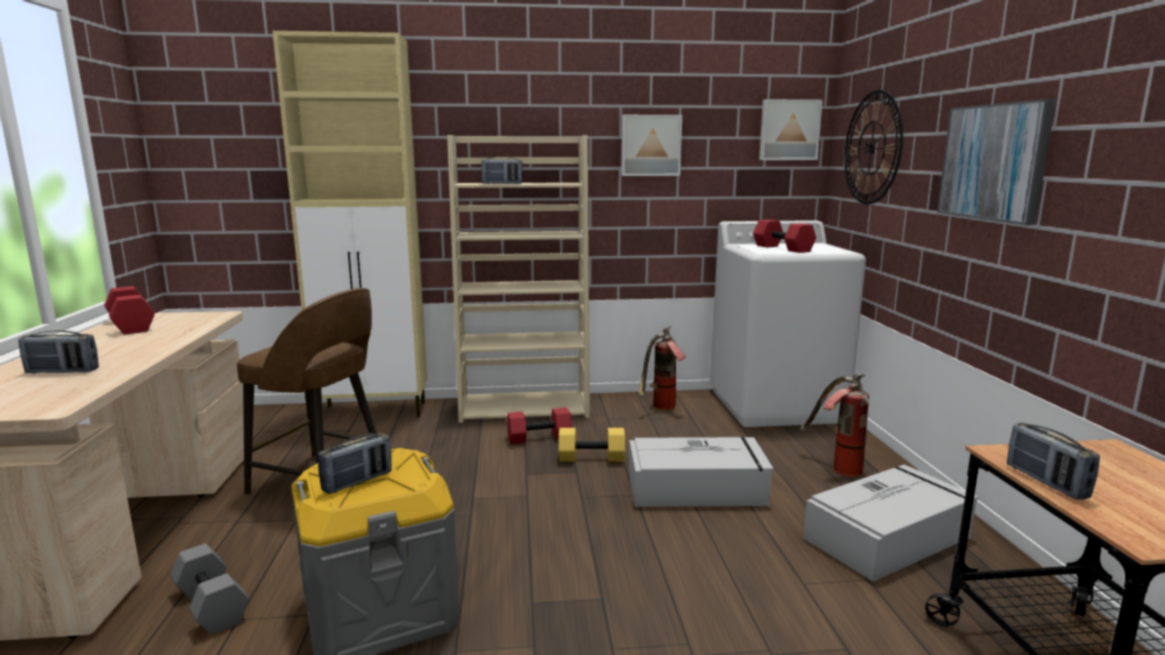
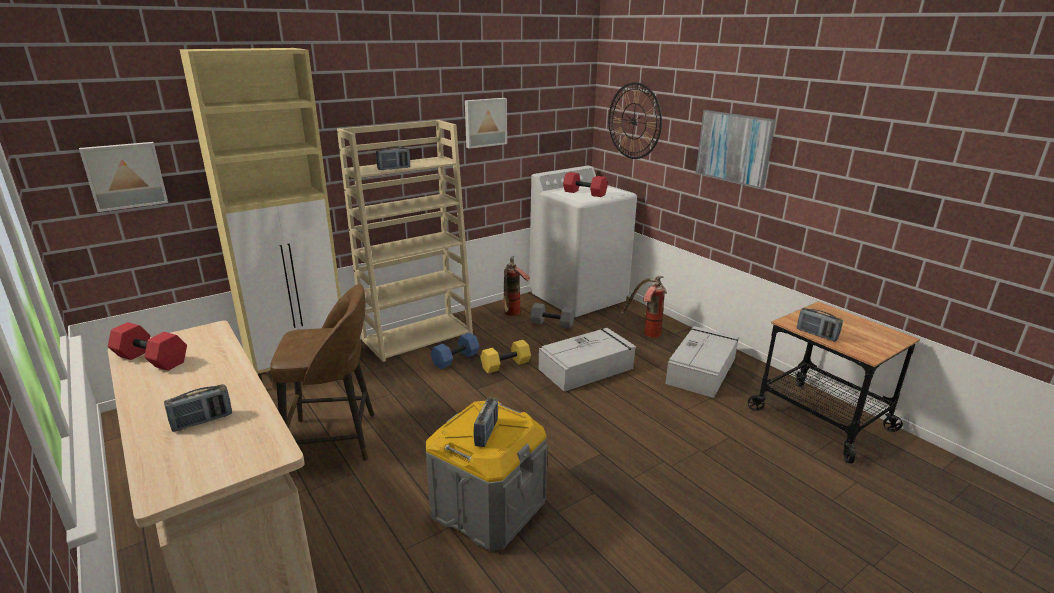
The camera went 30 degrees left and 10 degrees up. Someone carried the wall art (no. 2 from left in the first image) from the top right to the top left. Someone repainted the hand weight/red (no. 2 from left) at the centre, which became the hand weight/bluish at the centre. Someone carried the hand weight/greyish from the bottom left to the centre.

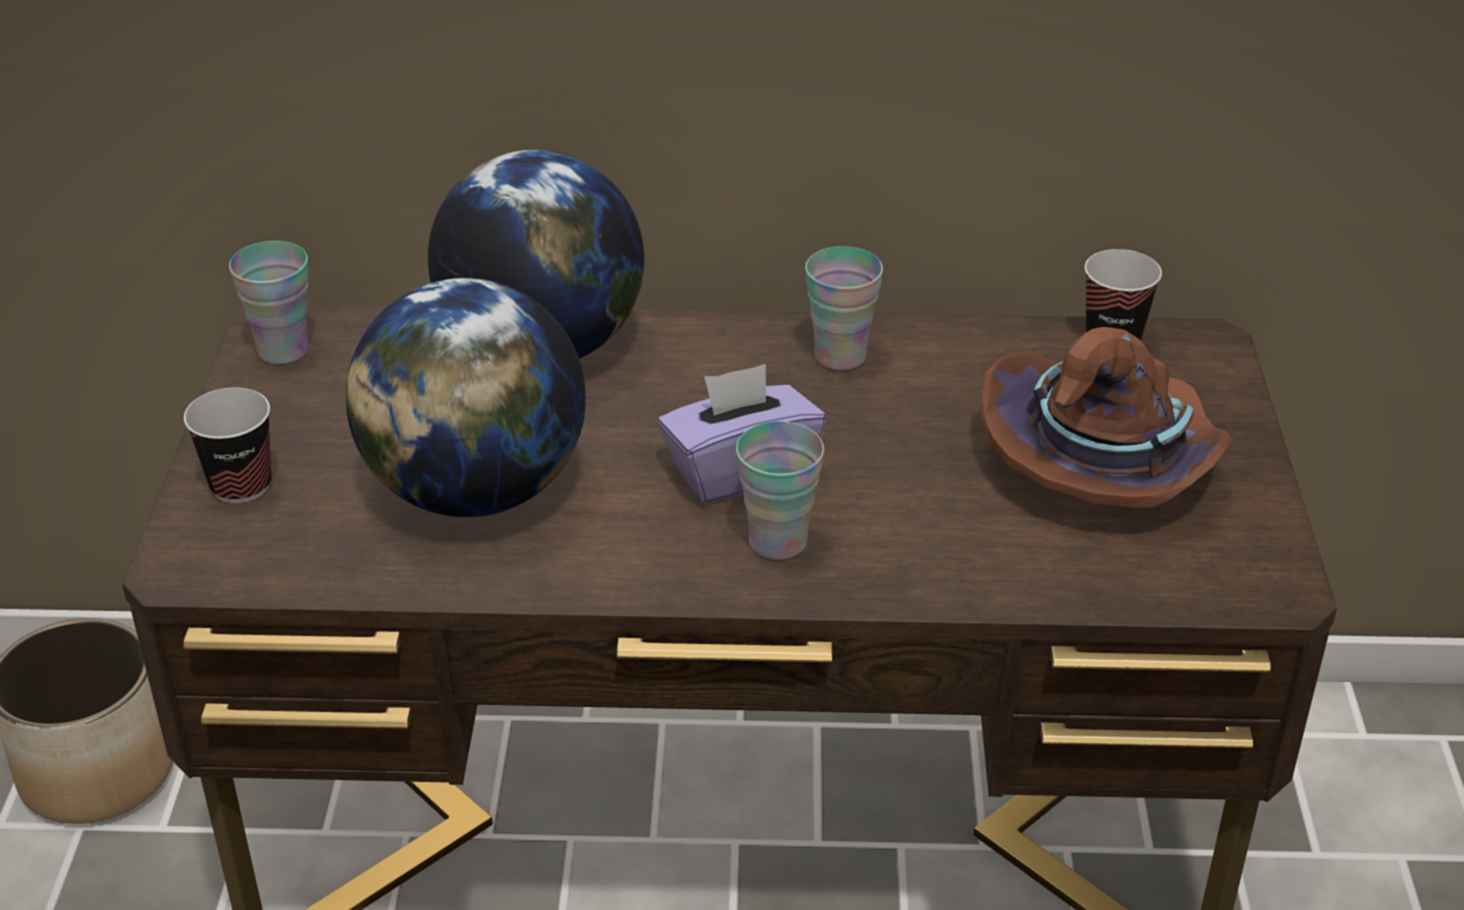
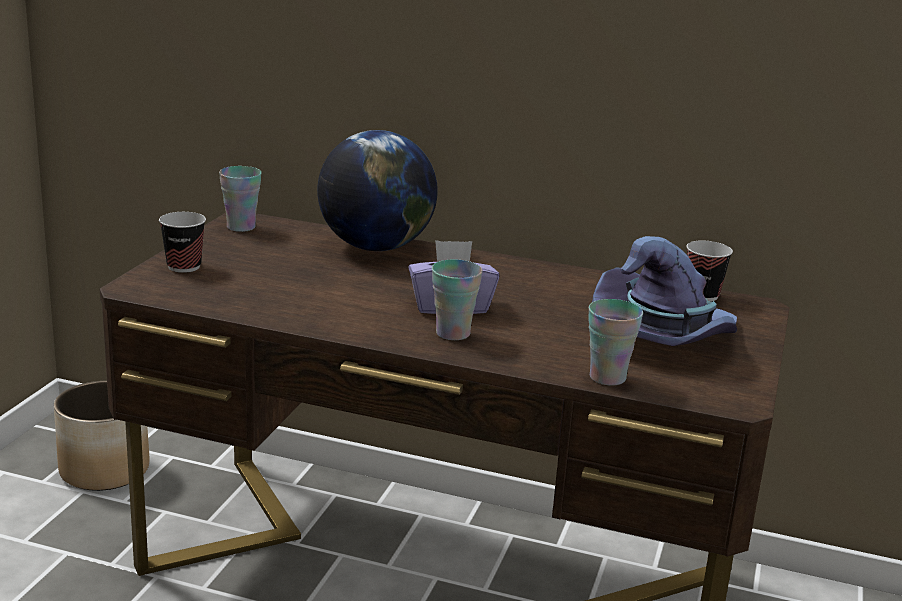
The camera went 15 degrees right and 15 degrees down. Someone carried the small cup (no. 4 from left) from the centre to the middle right. Someone took away the desk globe (no. 1 from left) at the middle left. Someone repainted the clothing hat/brownish at the middle right, which became the clothing hat/purple at the middle right.

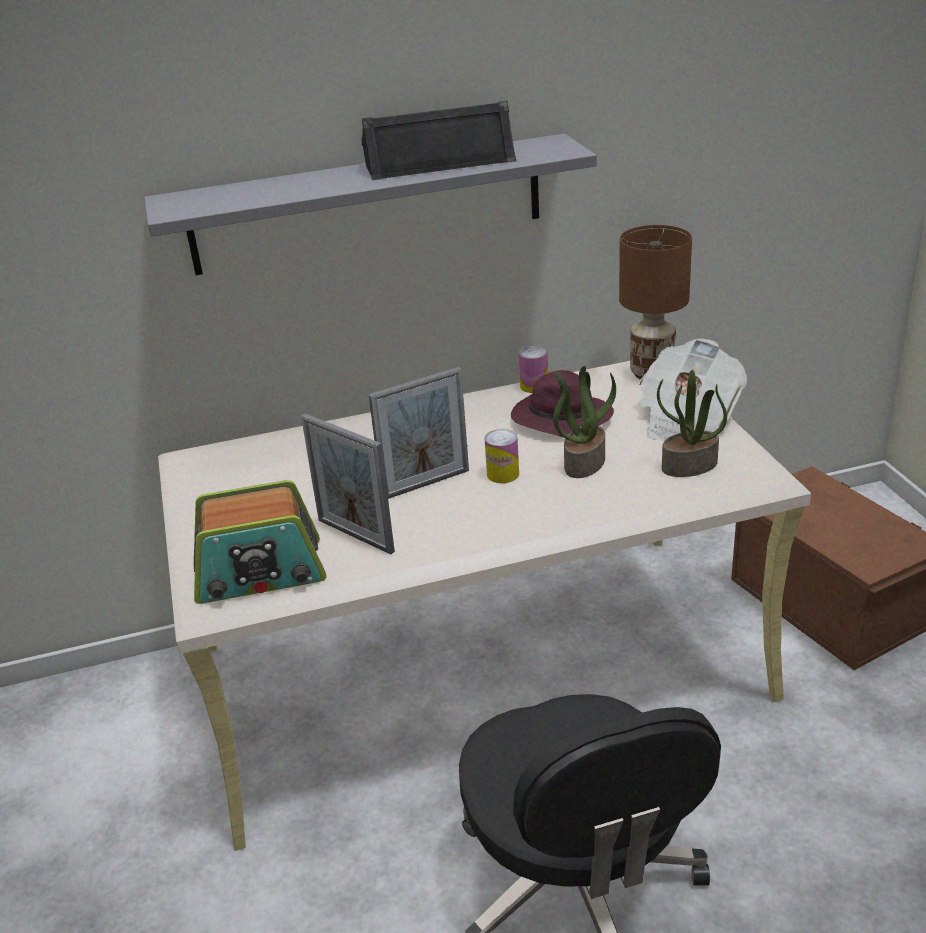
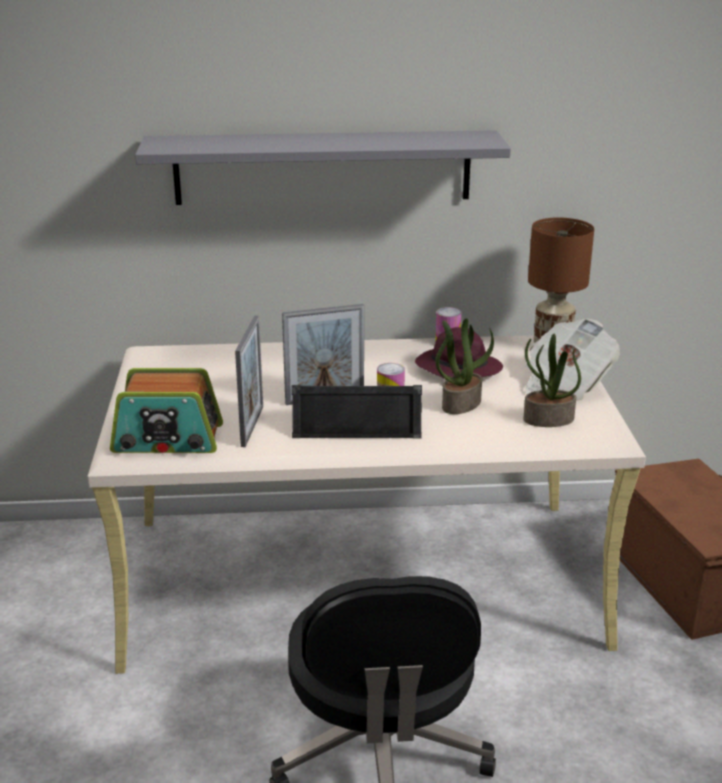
The camera went 10 degrees right and 5 degrees down. Someone carried the audio speaker/blackish from the top centre to the centre. Someone rotated the standing frame (no. 1 from left) at the centre by 135 degrees counterclockwise.

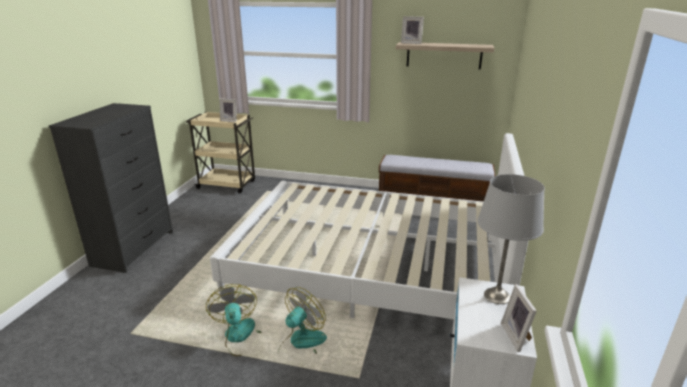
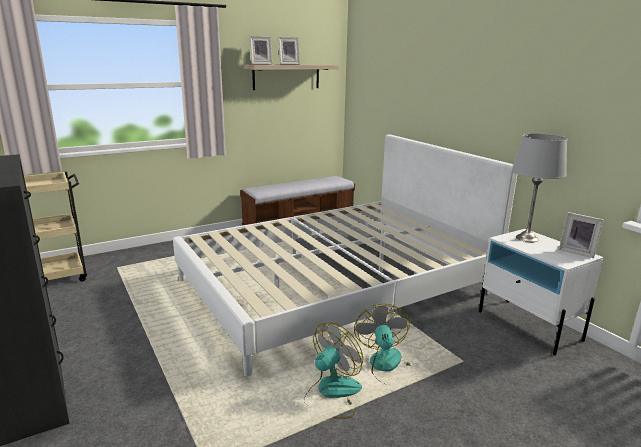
The camera went 45 degrees left and 5 degrees down. Someone carried the standing frame (no. 1 from left in the first image) from the top left to the top centre. Someone rotated the electric fan (no. 1 from left) at the bottom centre by 105 degrees clockwise.

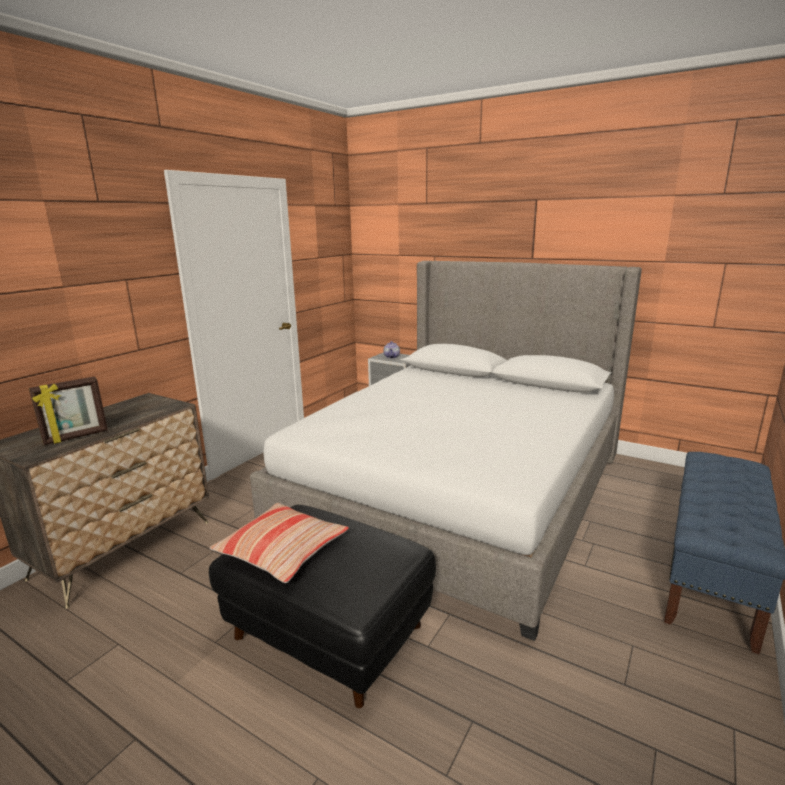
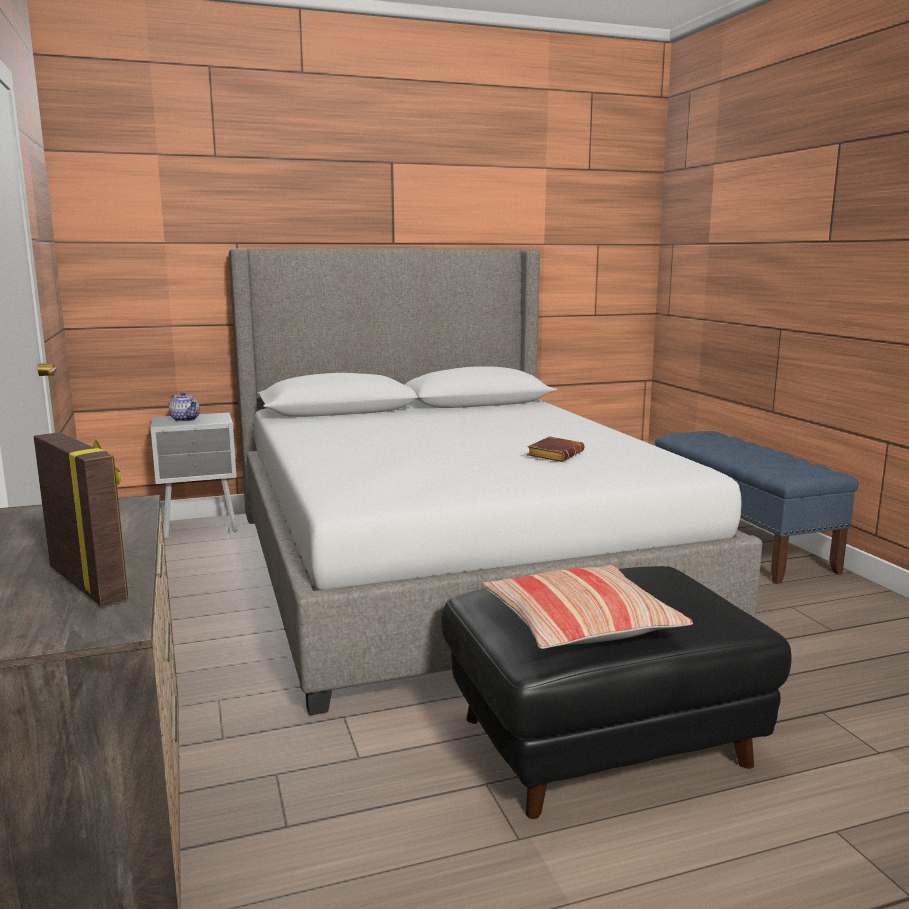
The camera went 50 degrees left and 5 degrees down. Someone rotated the standing frame at the middle left by 45 degrees counterclockwise. Someone put down the book/brownish at the centre.

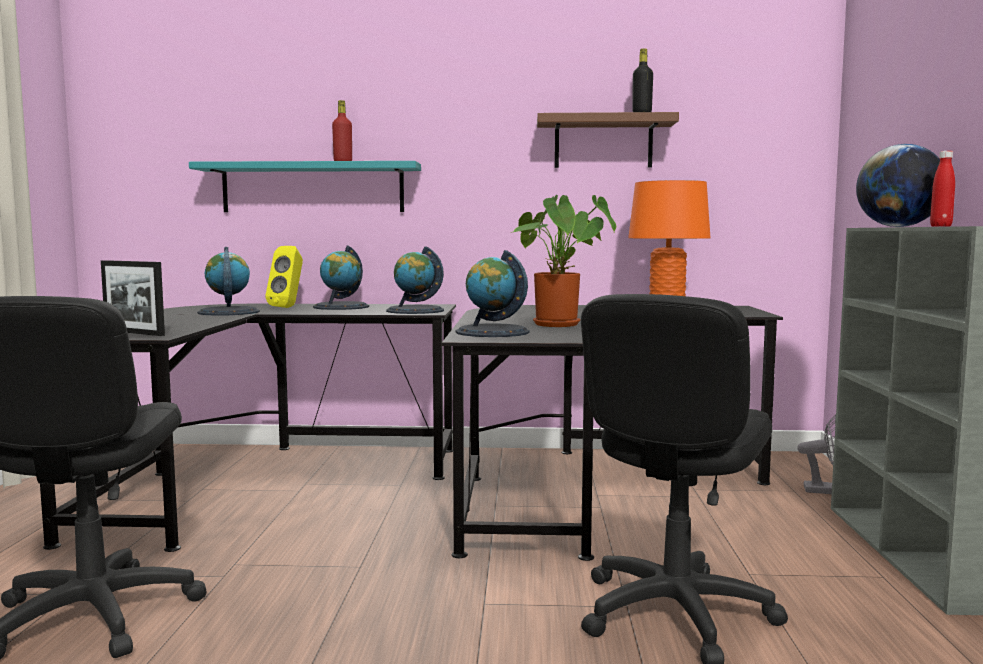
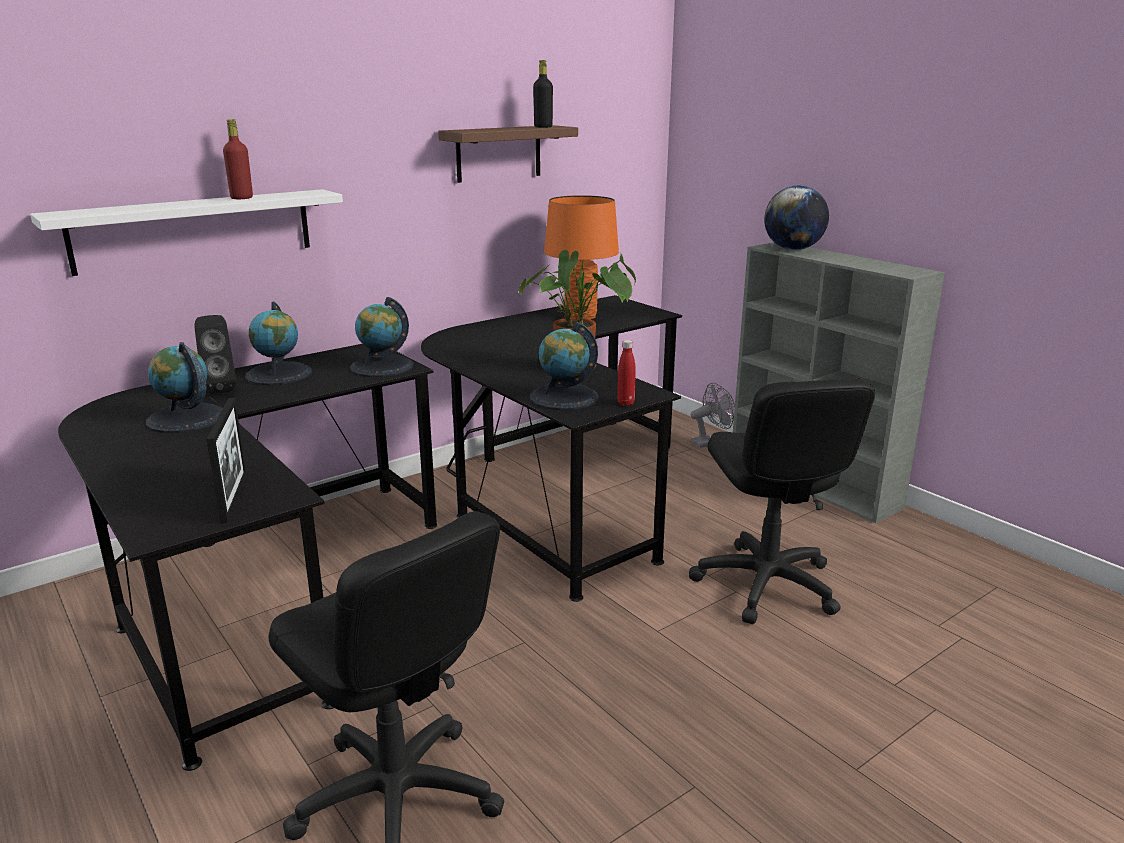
The camera went 40 degrees left and 15 degrees up. Someone carried the beverage bottle/red (no. 2 from left) from the top right to the centre. Someone repainted the bracket shelf/turquoise-coloured at the top left, which became the bracket shelf/white at the top left. Someone repainted the audio speaker/yellow-coloured at the middle left, which became the audio speaker/blackish at the middle left. Someone rotated the standing frame at the middle left by 90 degrees counterclockwise.

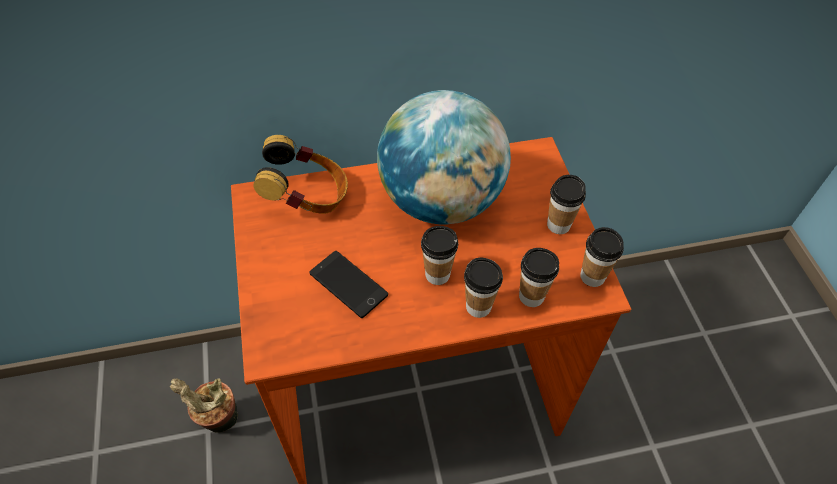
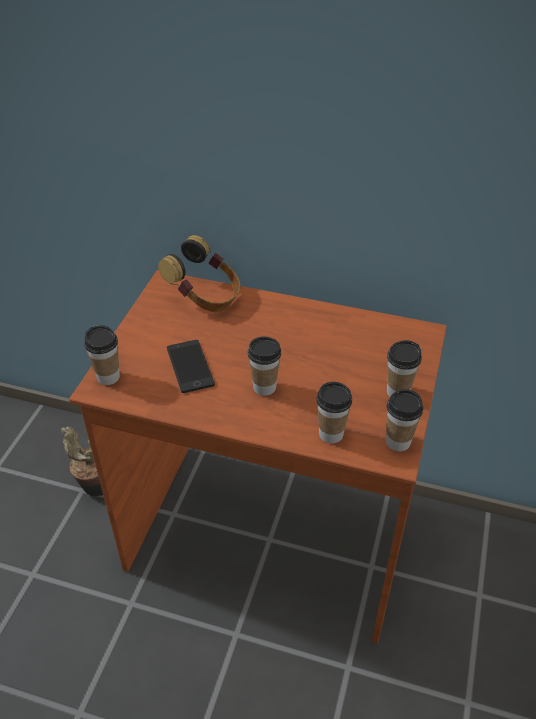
The camera went 30 degrees right and 10 degrees down. Someone took away the desk globe at the top centre. Someone carried the small cup (no. 2 from left in the first image) from the centre to the middle left.

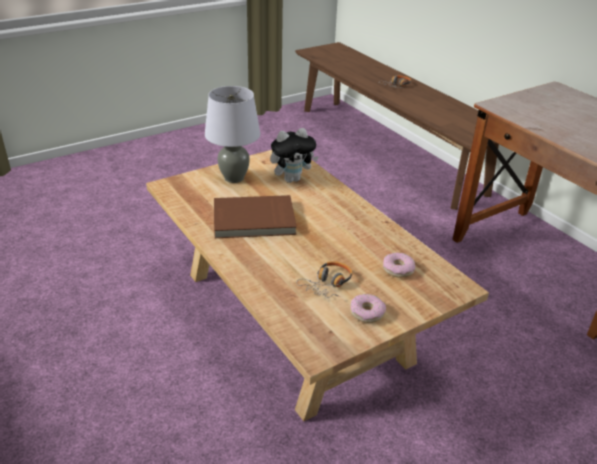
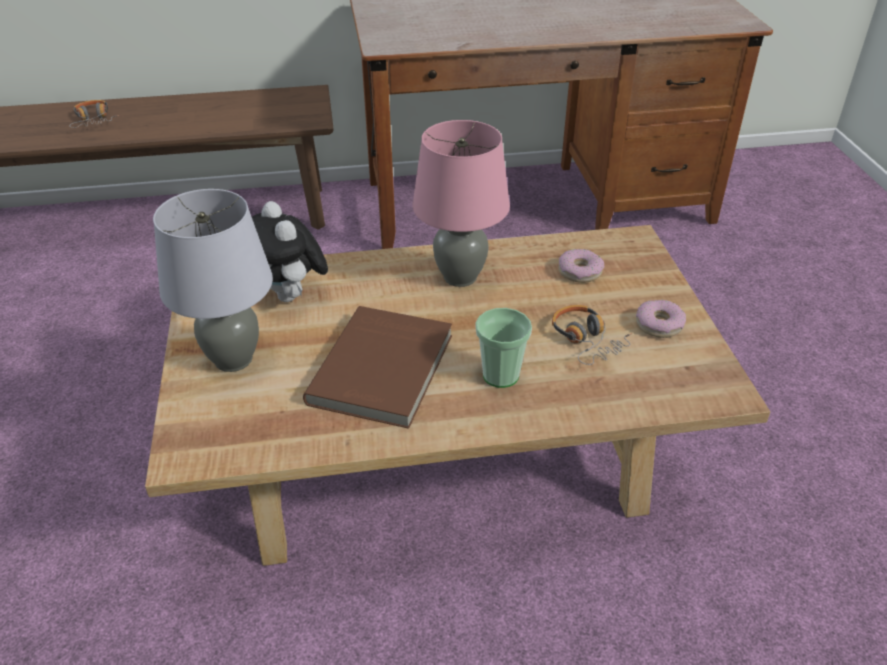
The camera went 65 degrees left and 5 degrees up. Someone rotated the soft toy at the centre by 150 degrees clockwise. Someone put down the tabletop lamp/pinkish at the top centre. Someone put down the small cup at the centre.

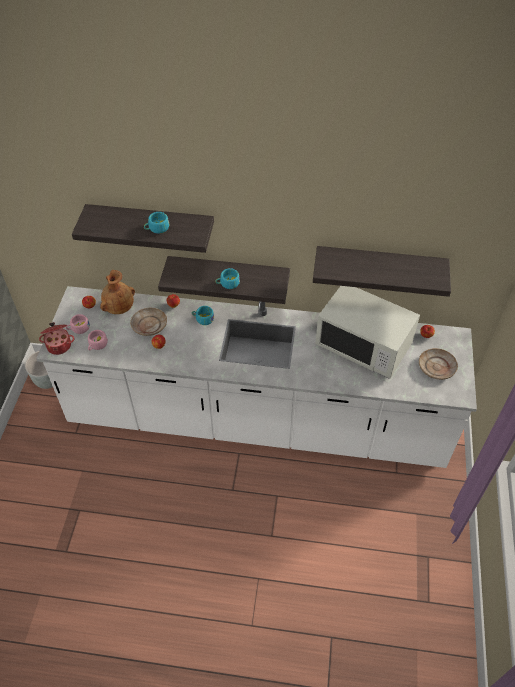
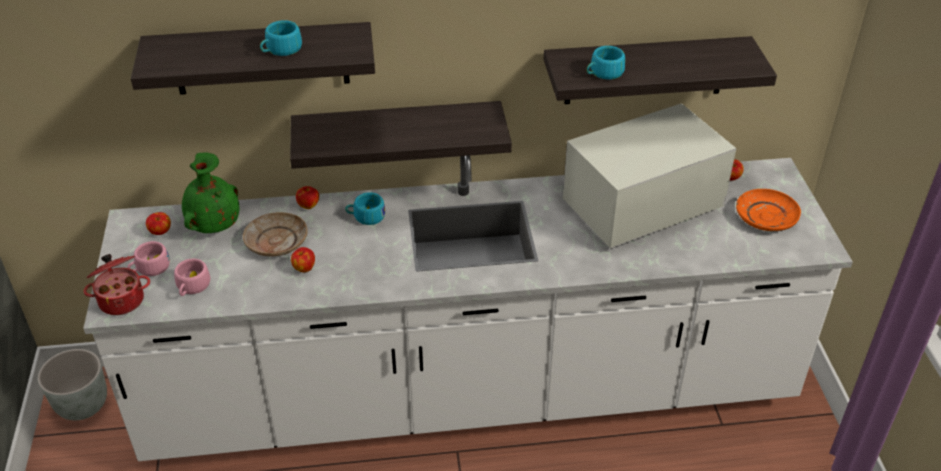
The camera went 15 degrees left and 10 degrees down. Someone carried the small cup/turquoise-coloured (no. 3 from left) from the centre to the top centre. Someone repainted the vase/brownish at the middle left, which became the vase/greenish at the middle left. Someone rotated the microwave/white at the middle right by 135 degrees clockwise. Someone repainted the plate/beige (no. 2 from left) at the middle right, which became the plate/orange at the middle right.

